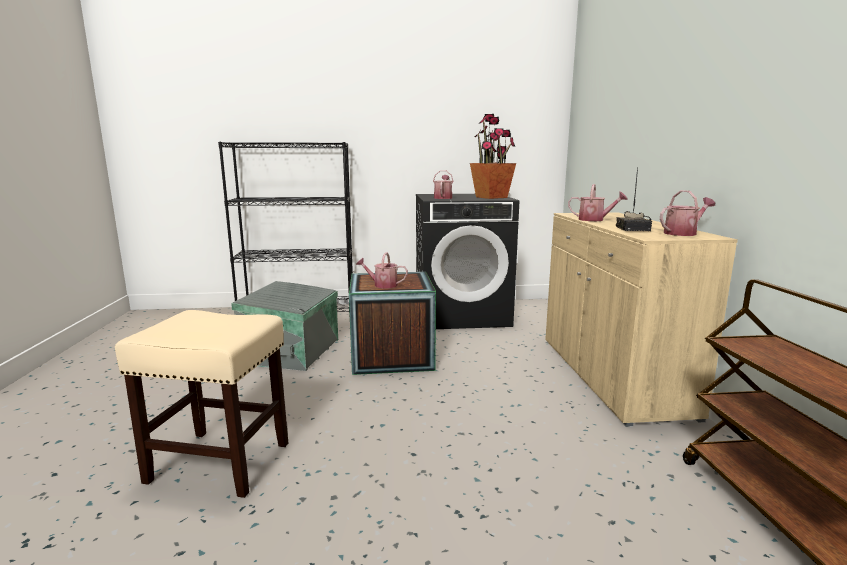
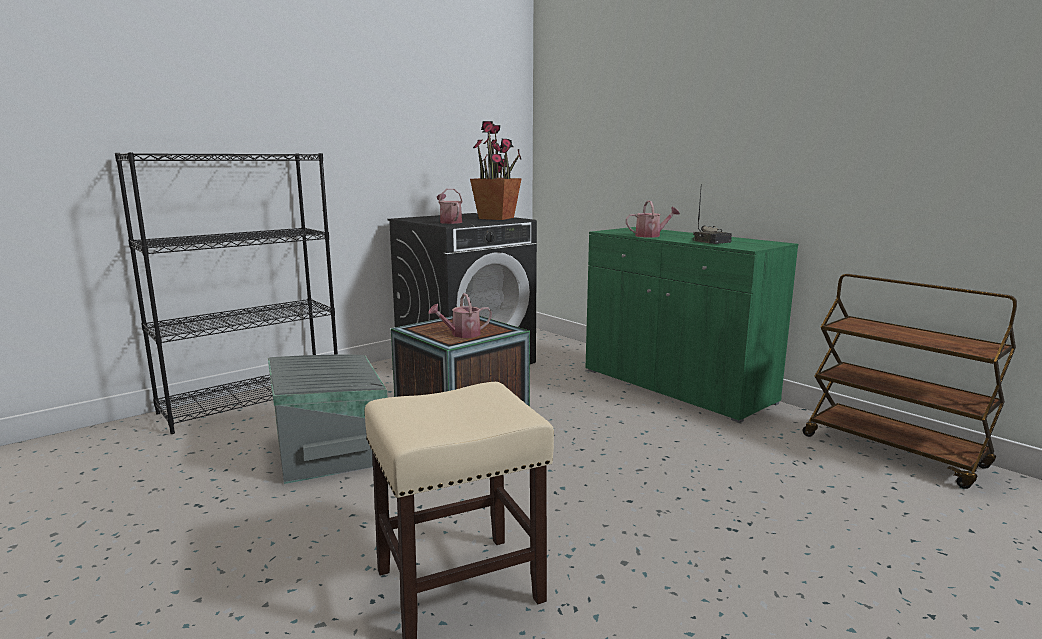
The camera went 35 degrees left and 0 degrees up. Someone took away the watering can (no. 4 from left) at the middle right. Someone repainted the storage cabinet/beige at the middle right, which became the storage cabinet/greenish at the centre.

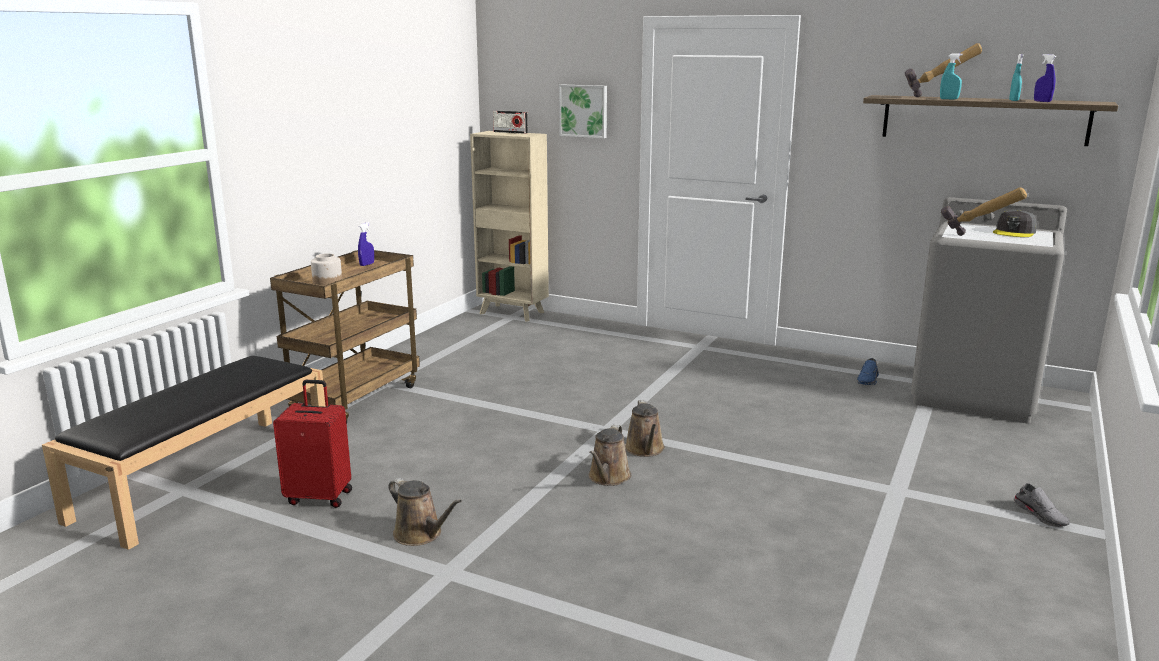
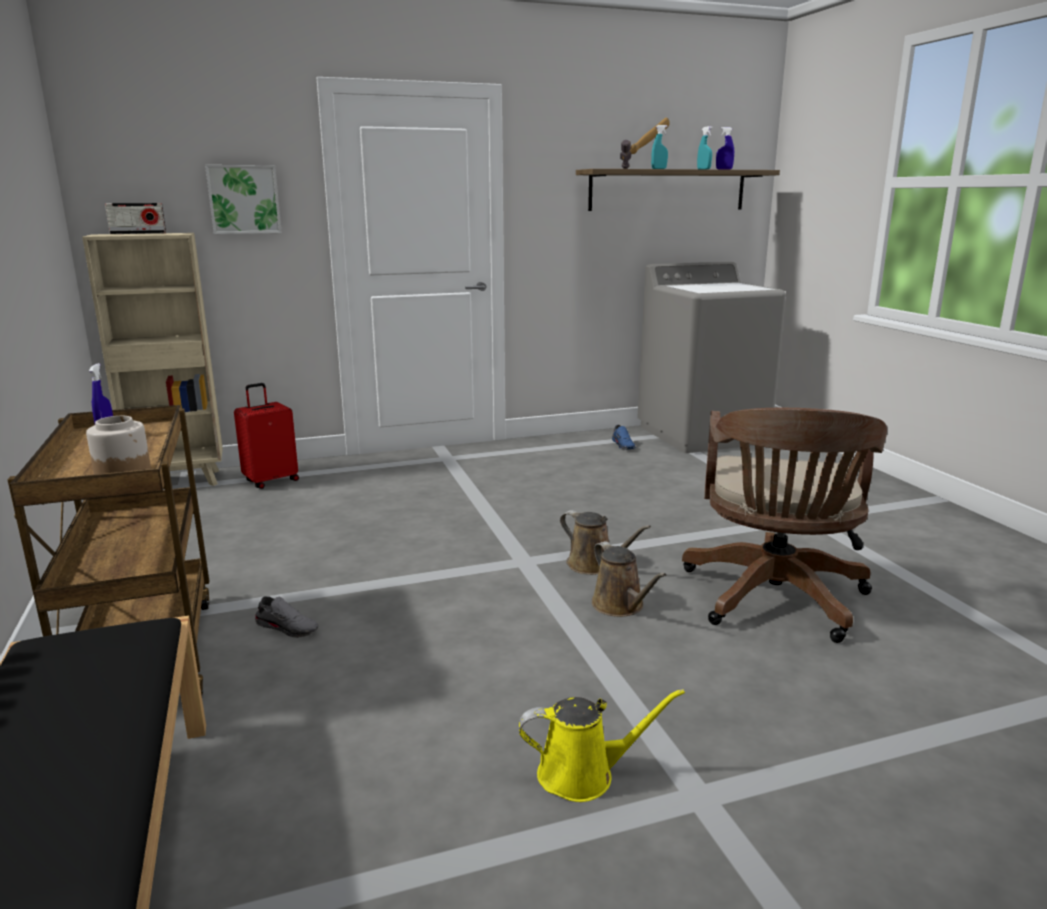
The camera went 45 degrees left and 0 degrees up. Someone took away the tool hammer (no. 2 from left) at the top right. Someone took away the cap/greyish at the middle right. Someone carried the travel case/red from the bottom left to the middle left. Someone repainted the watering can/brownish (no. 1 from left) at the bottom centre, which became the watering can/yellow-coloured at the bottom centre. Someone carried the shoe/greyish from the bottom right to the bottom left. Someone put down the office chair/brownish at the middle right.

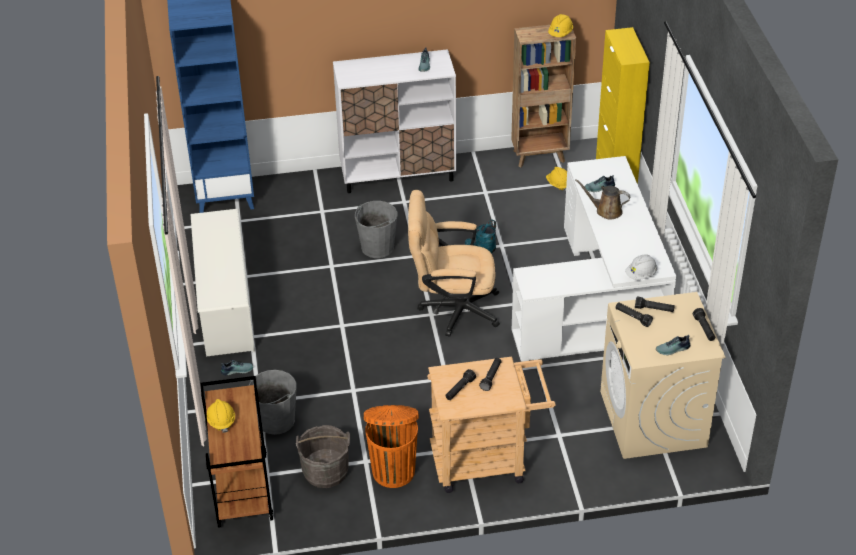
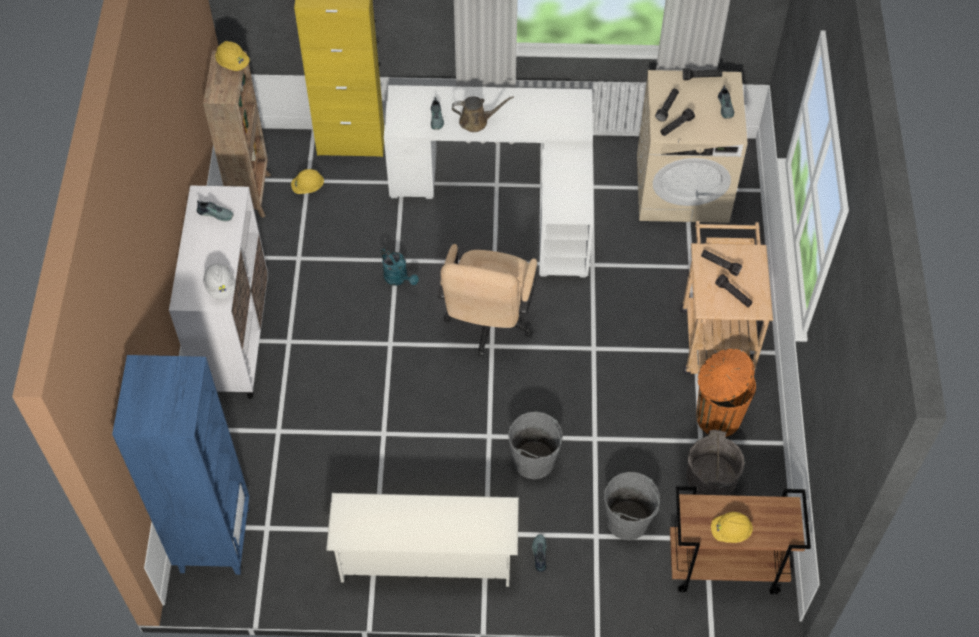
The camera went 80 degrees left and 15 degrees up. Someone rotated the watering can/brownish at the middle right by 120 degrees counterclockwise. Someone carried the pail/greyish (no. 3 from left in the first image) from the centre to the bottom centre. Someone carried the work helmet/white from the middle right to the middle left.

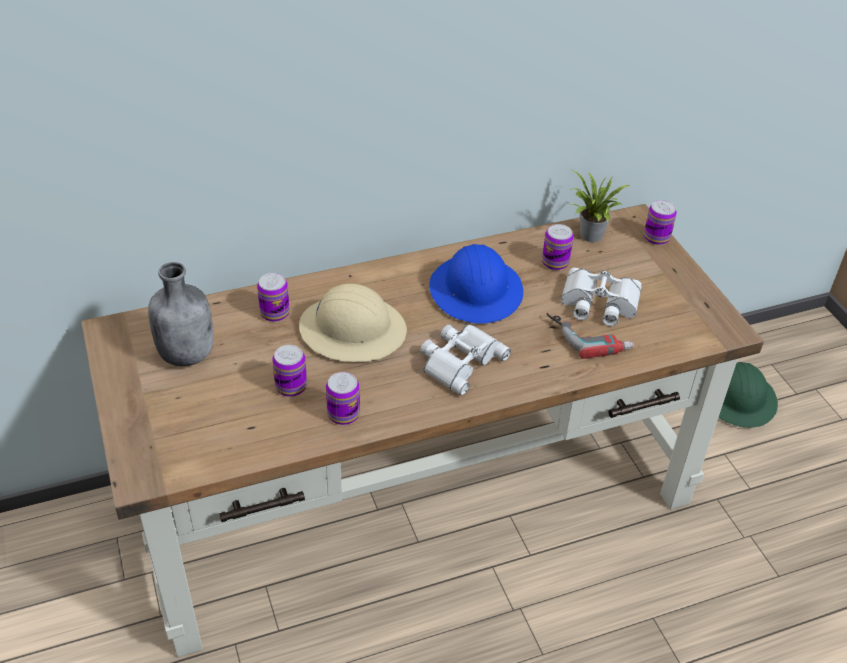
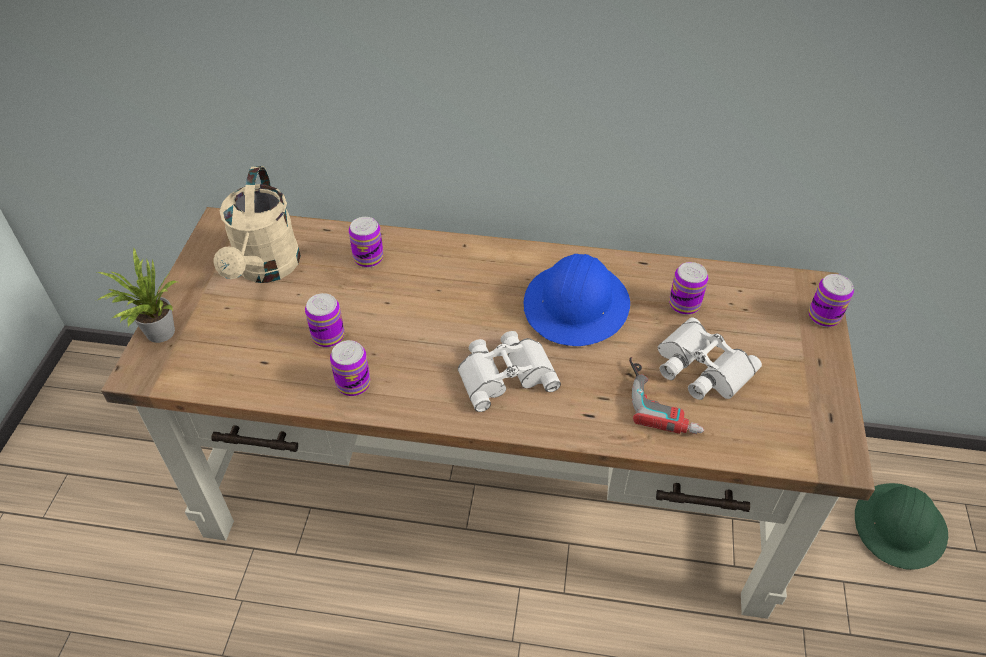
The camera went 30 degrees right and 5 degrees up. Someone carried the plant in a pot from the top right to the middle left. Someone swapped the beverage bottle/greyish at the middle left for the watering can/beige at the middle left. Someone took away the work helmet/beige at the centre.

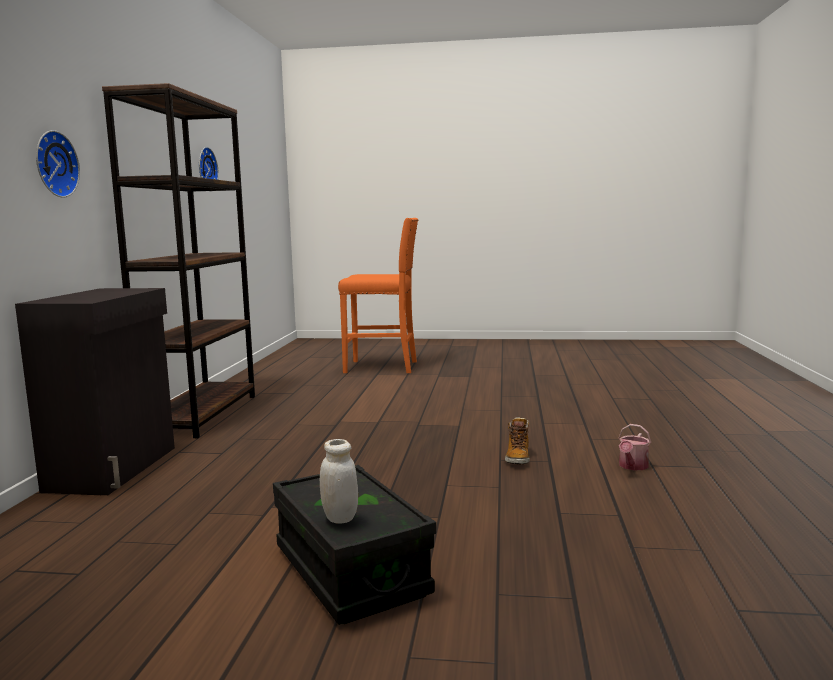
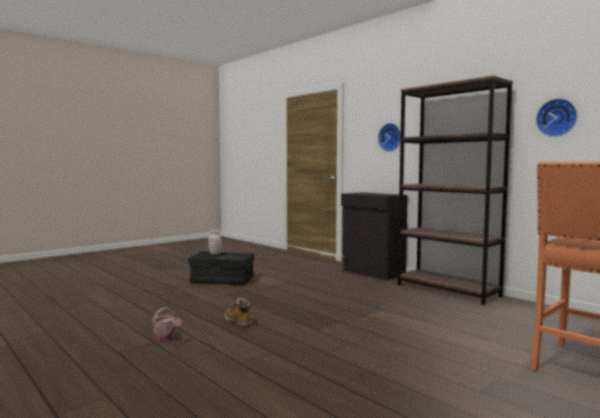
The camera went 130 degrees right and 5 degrees down. Someone rotated the watering can at the middle right by 150 degrees clockwise.

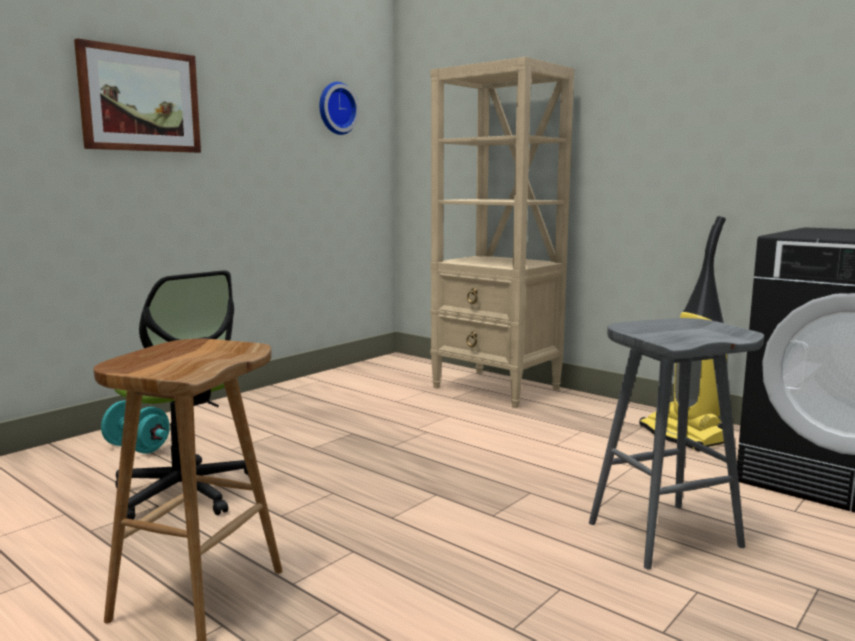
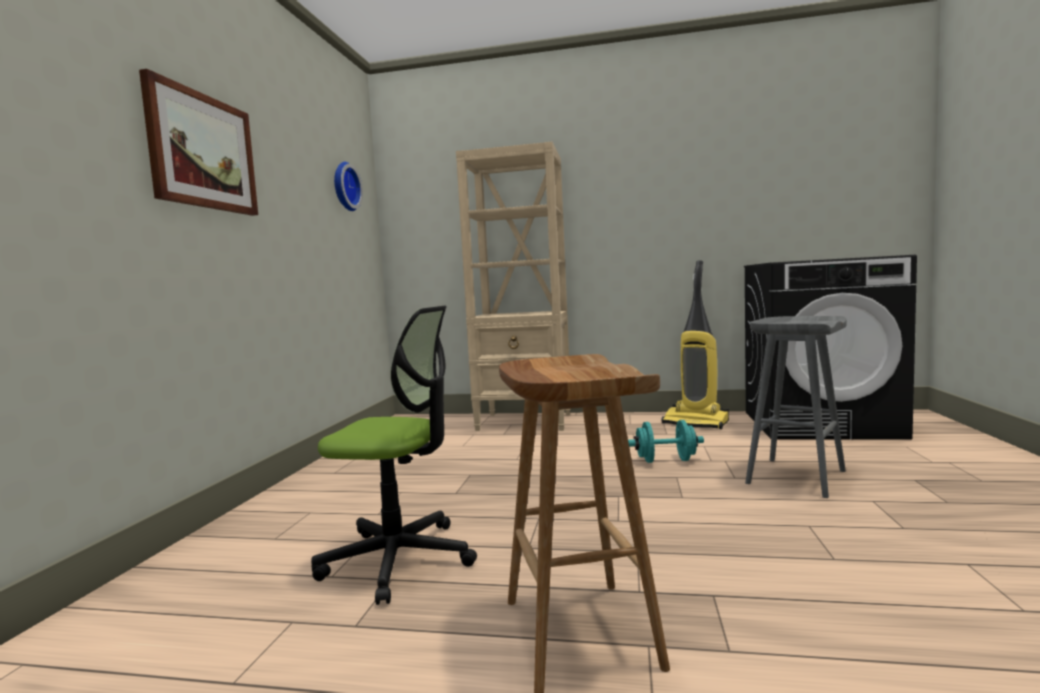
The camera went 30 degrees left and 5 degrees down. Someone carried the hand weight/turquoise-coloured from the middle left to the centre.

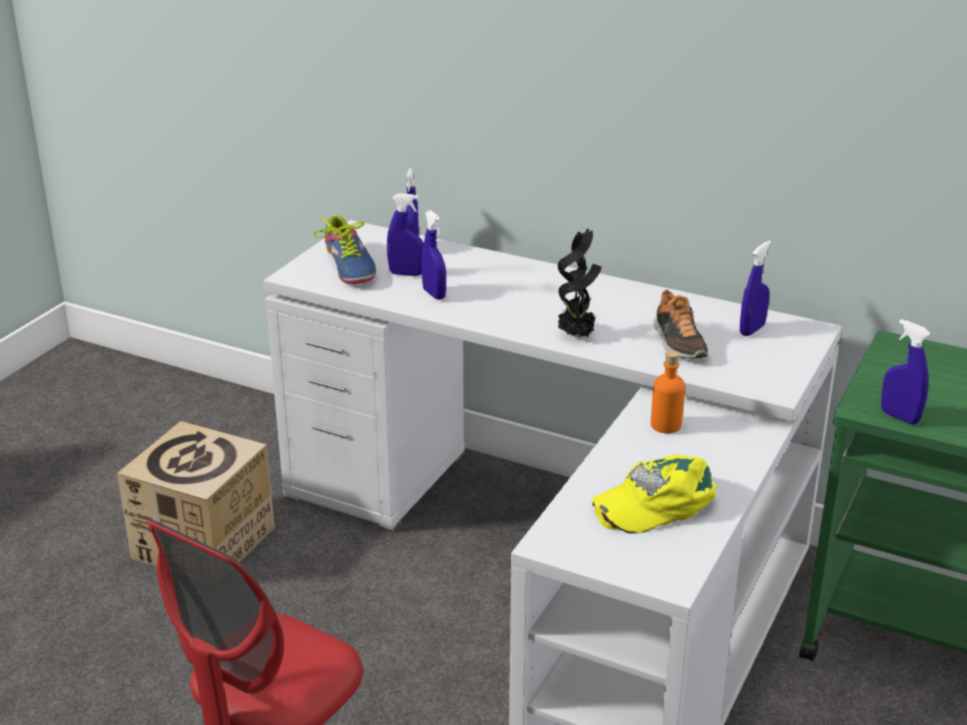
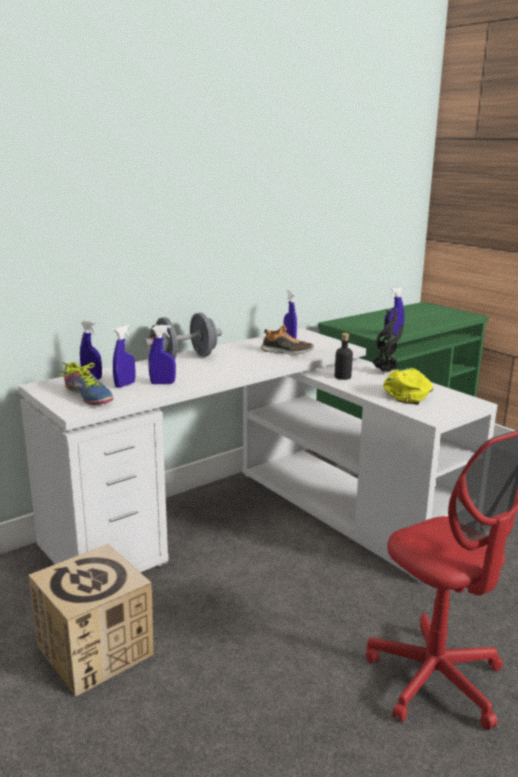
The camera went 65 degrees left and 10 degrees down. Someone rotated the shoe (no. 1 from left) at the centre by 45 degrees clockwise. Someone carried the plant in a pot from the centre to the middle right. Someone repainted the beverage bottle/orange at the middle right, which became the beverage bottle/blackish at the centre. Someone rotated the cap/yellow-coloured at the bottom right by 150 degrees counterclockwise. Someone put down the hand weight/greyish at the centre.

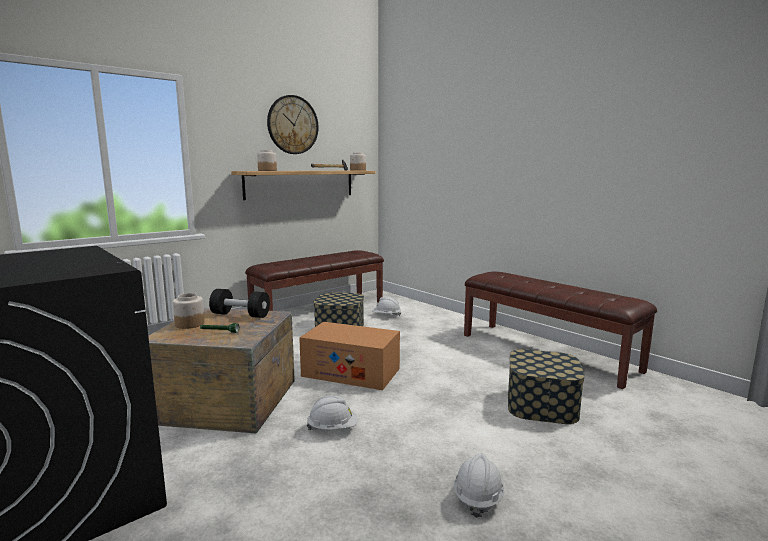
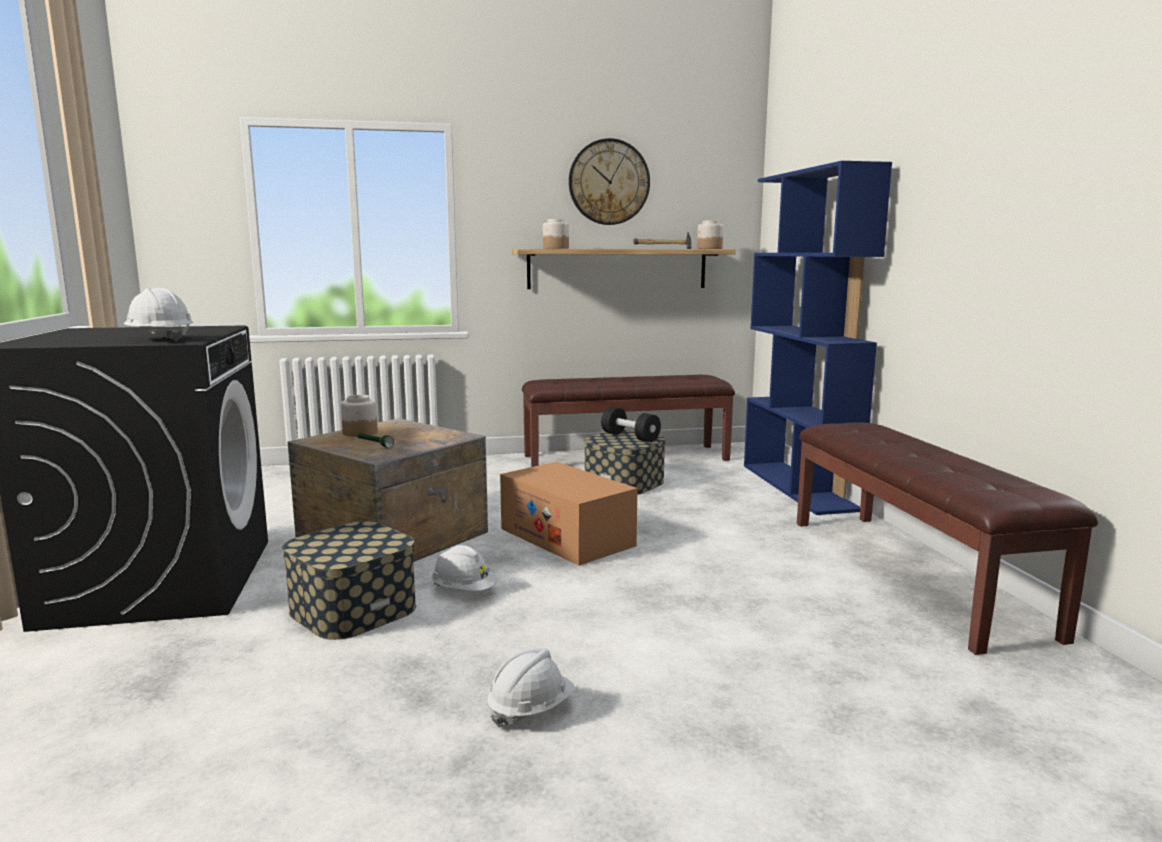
The camera went 30 degrees right and 0 degrees up. Someone carried the hand weight/blackish from the middle left to the centre. Someone carried the work helmet/white (no. 2 from left in the first image) from the centre to the middle left. Someone carried the storage bin (no. 2 from left in the first image) from the bottom right to the bottom left. Someone put down the bookcase/bluish at the middle right.

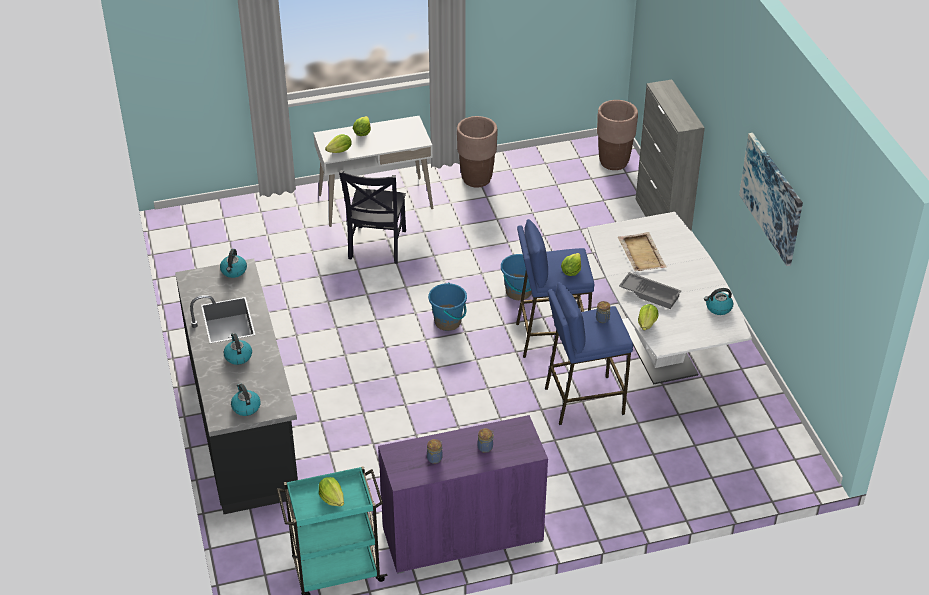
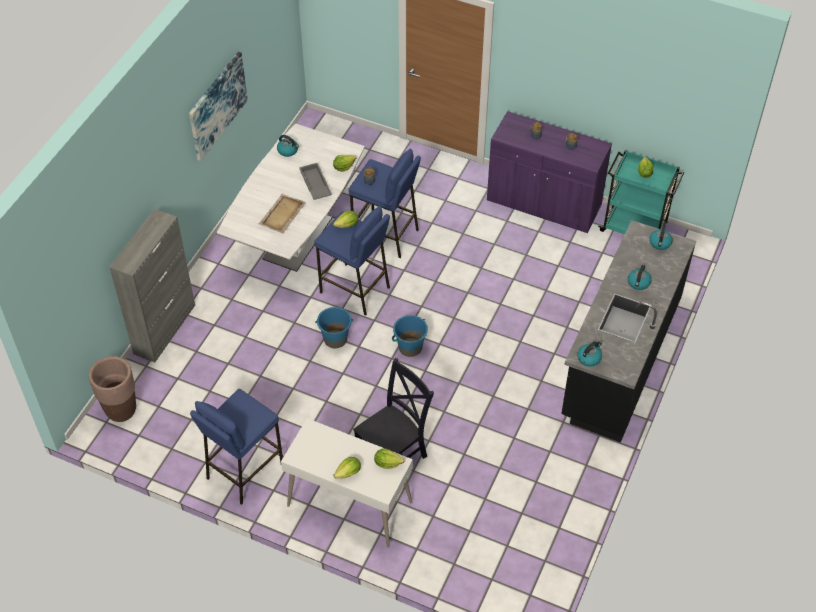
The camera went 140 degrees left and 10 degrees up. Someone swapped the plant pot/brownish (no. 1 from left) at the top centre for the sitting stool/bluish (no. 1 from left) at the bottom left.

